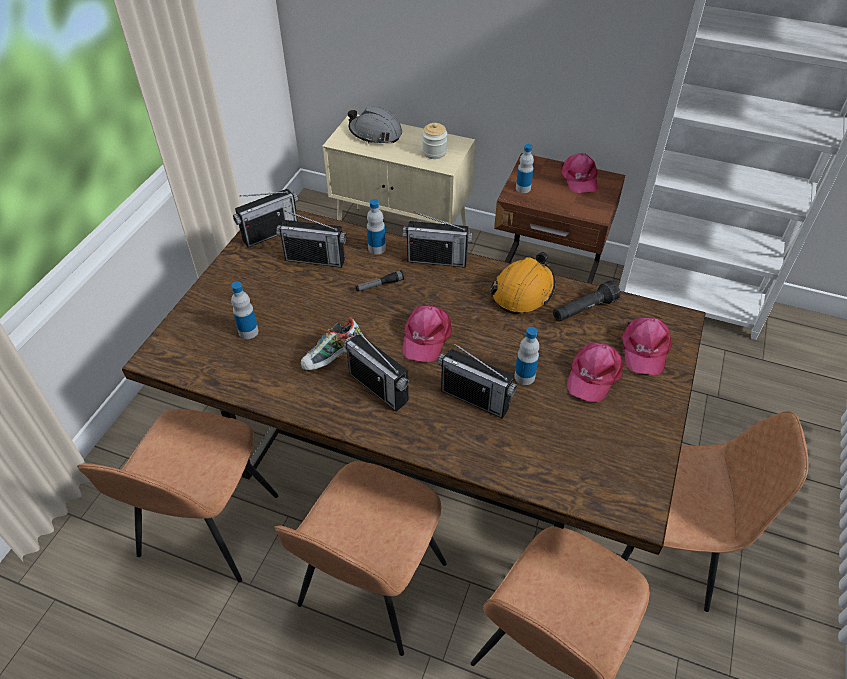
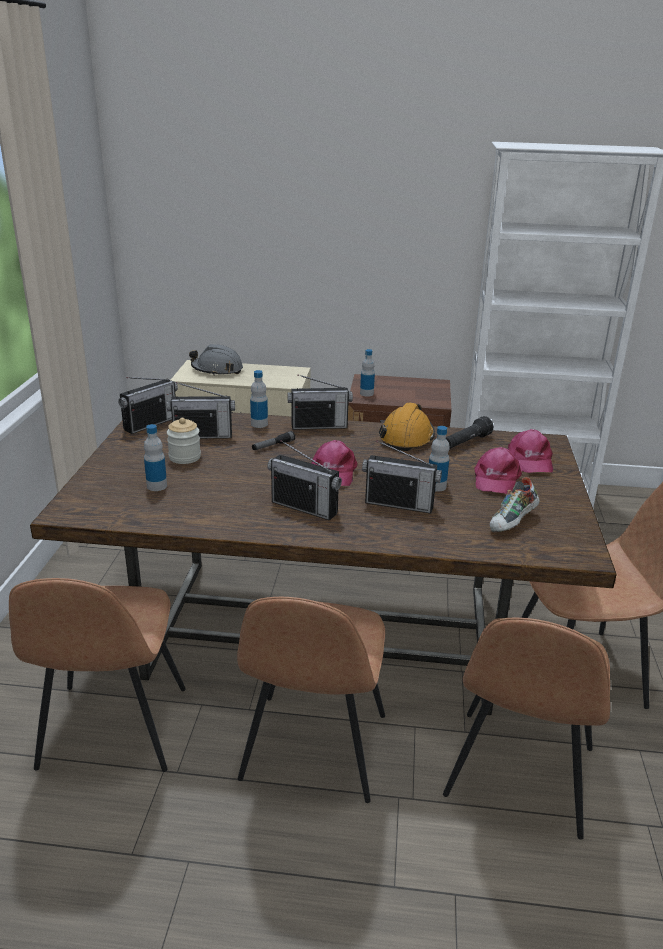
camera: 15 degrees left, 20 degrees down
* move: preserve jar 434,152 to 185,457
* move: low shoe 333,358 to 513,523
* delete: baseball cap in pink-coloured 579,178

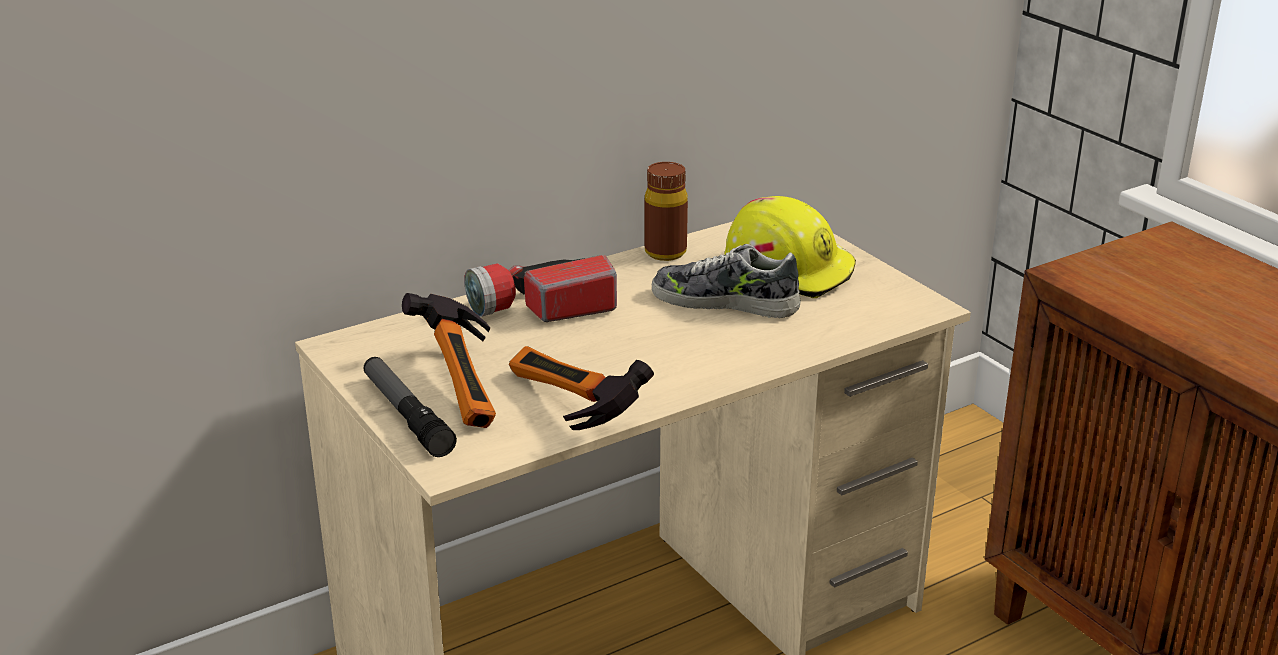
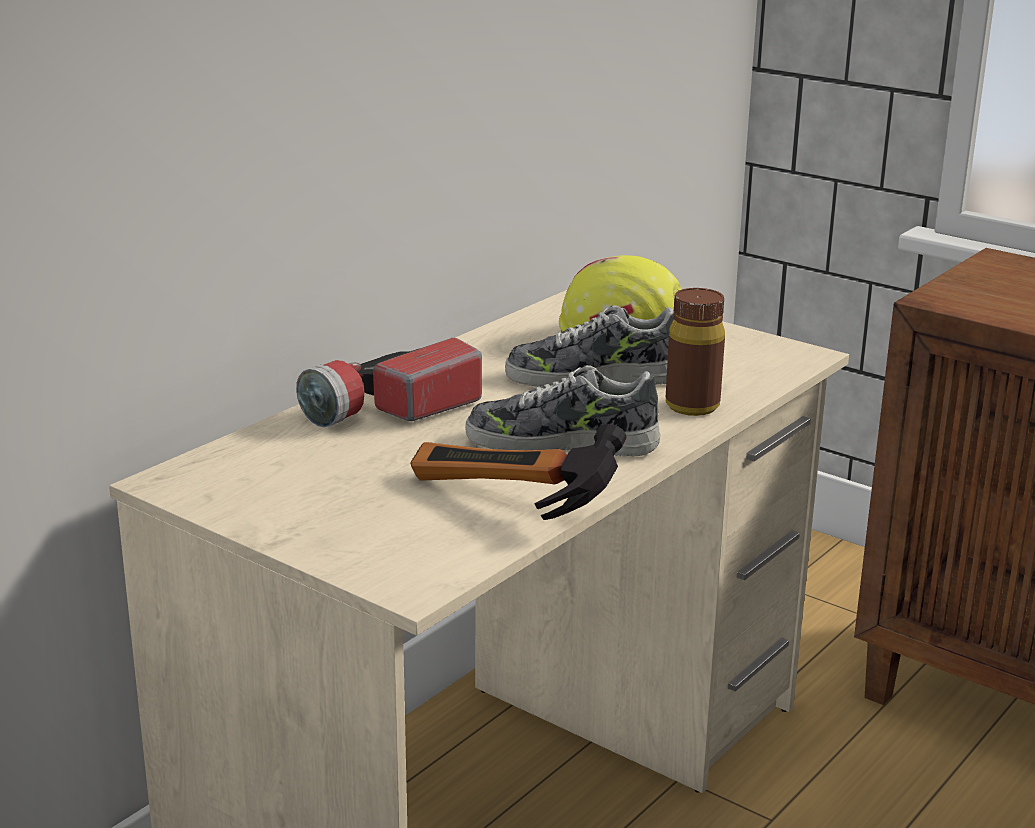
camera: 20 degrees left, 5 degrees down
* insert: low shoe 562,442
* move: drink bottle in brown-coloured 665,252 to 692,406
* delete: hand torch 407,415
* delete: hand hammer 469,384

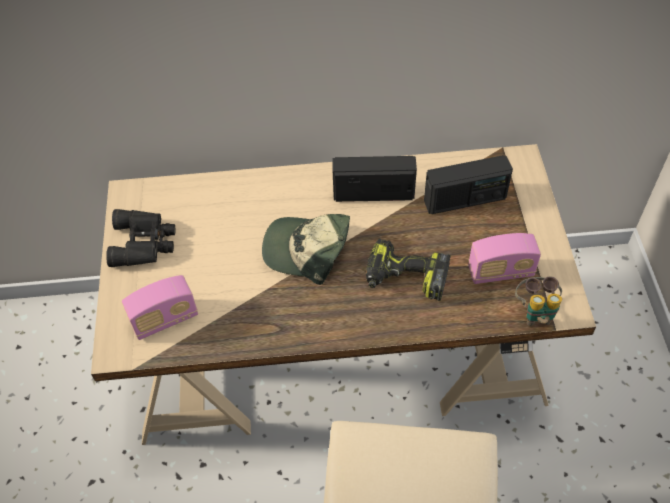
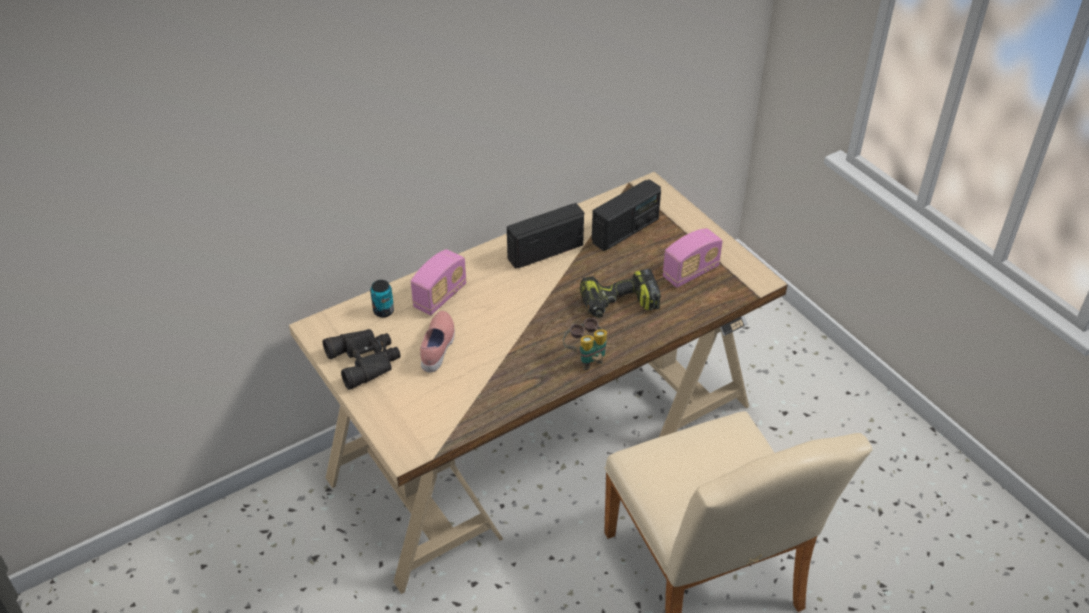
camera: 30 degrees left, 10 degrees down
* insert: metal can 383,311
* move: radio 165,319 to 440,297
* insert: low shoe in pink-coloured 438,348
* move: field glasses 535,312 to 586,358
* delete: baseball cap 307,250

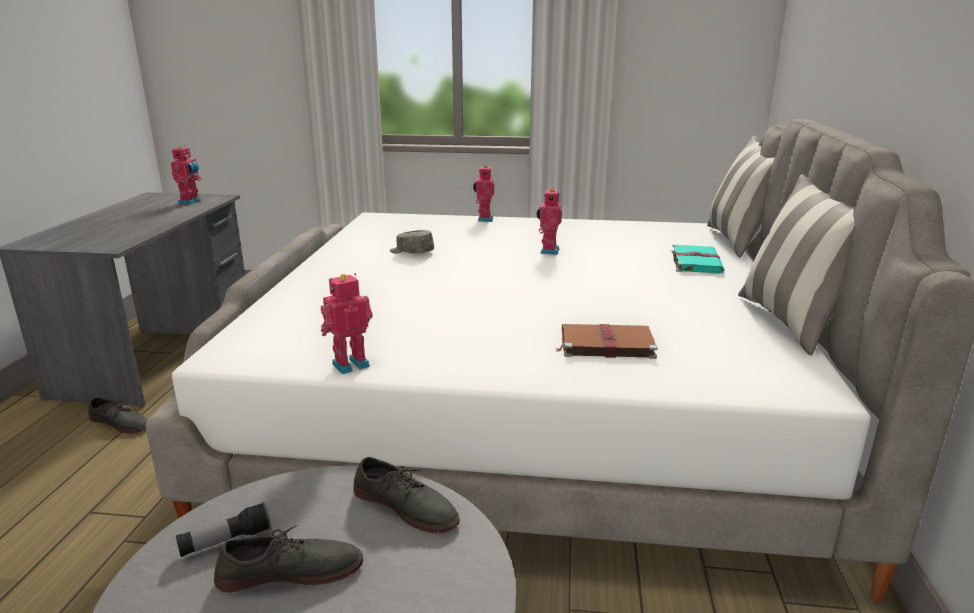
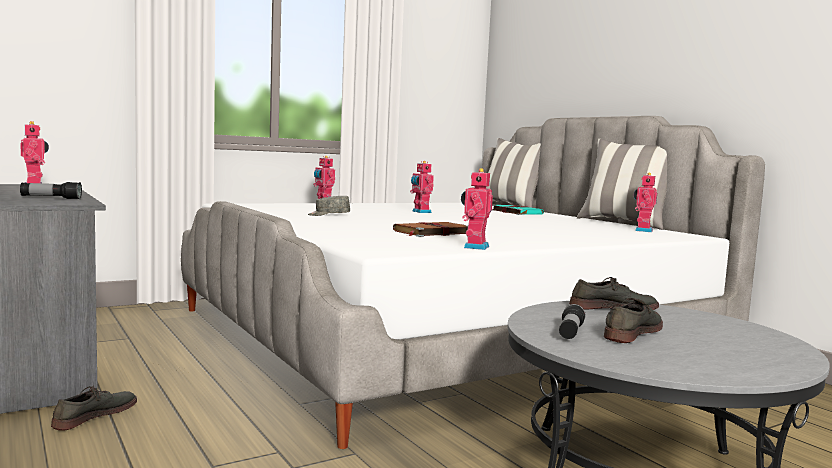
camera: 40 degrees left, 15 degrees down
* insert: hand torch 51,198
* rotate: low shoe in greyish 120,423 = 95,414 45 degrees counterclockwise
* move: bound book in brown-coloured 605,344 to 431,232
* insert: robot figure 642,230

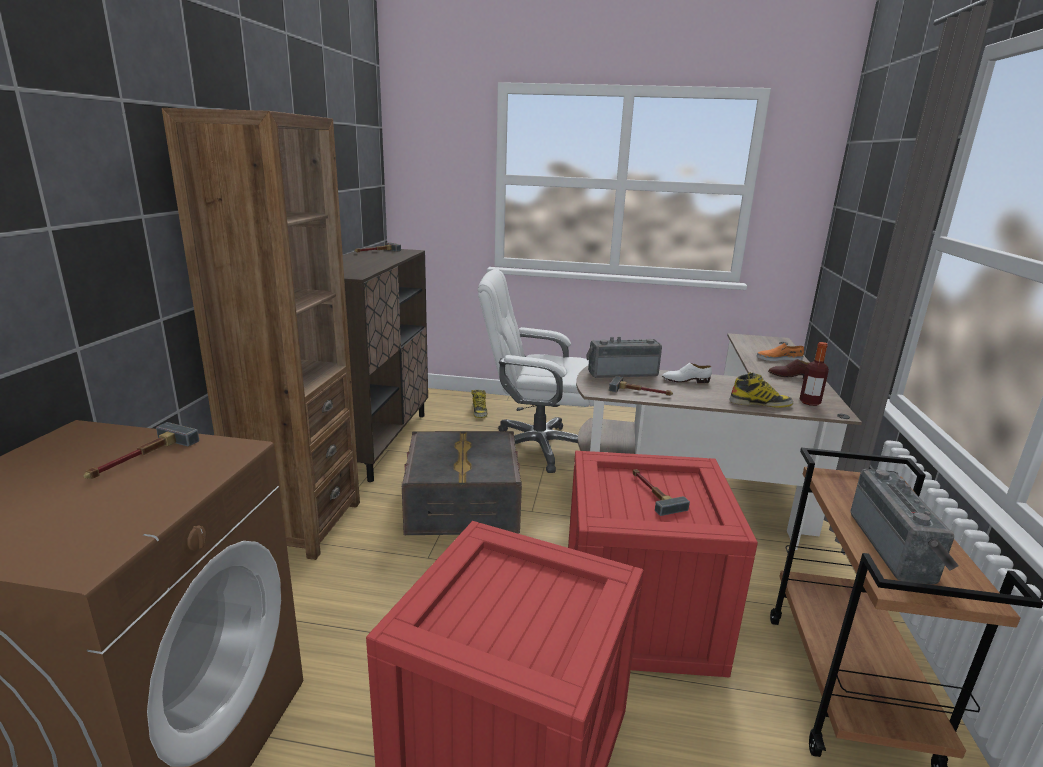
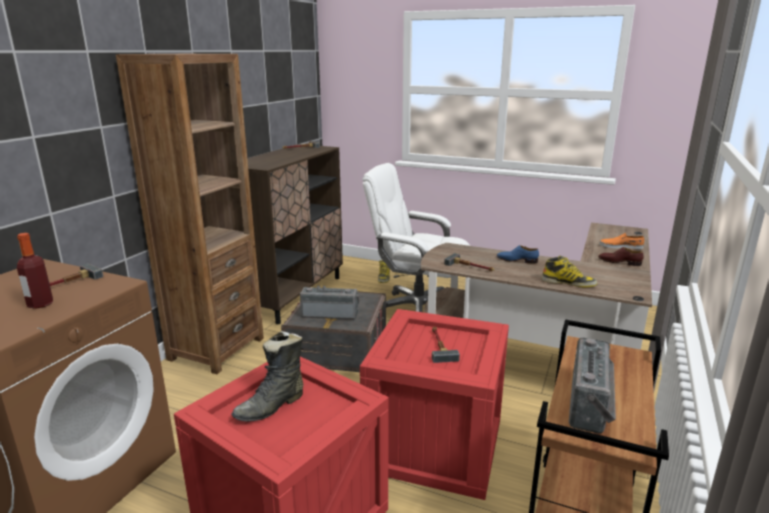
camera: 15 degrees right, 0 degrees up
* move: drink bottle 809,402 to 40,304
* insert: tall boot in blackish 272,406
* move: radio 622,373 to 330,314
* recolor: low shoe in whitish 685,381 to low shoe in blue-coloured 517,260

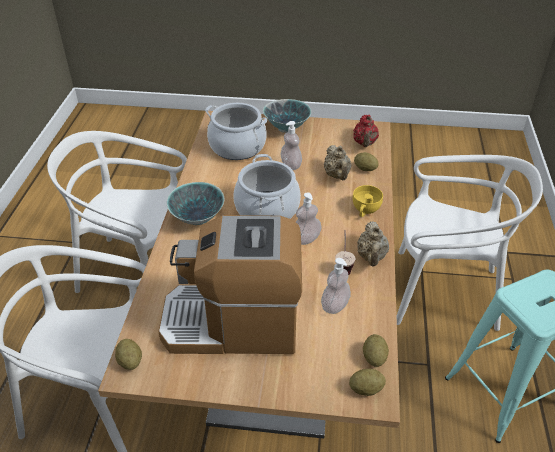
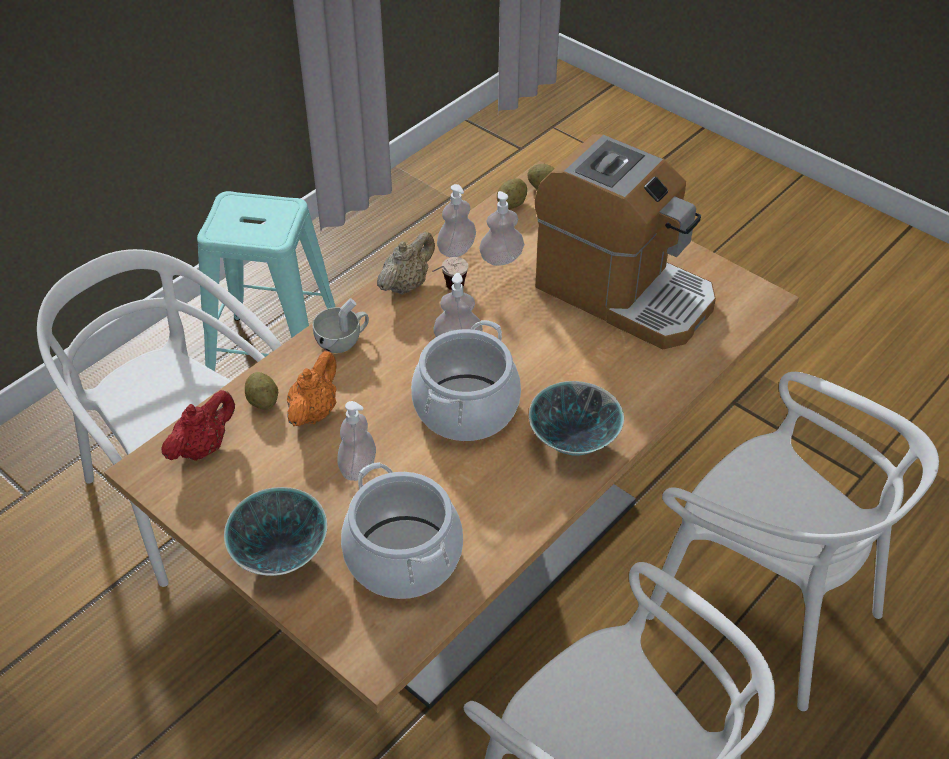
camera: 145 degrees left, 5 degrees up
* recolor: pot for tea in sand-coloured 337,175 to pot for tea in orangey 314,411
* recolor: small cup in yellow-coloured 365,210 to small cup in whitish 343,341
* insert: soap dispenser 456,250
* delete: whole potato 130,361

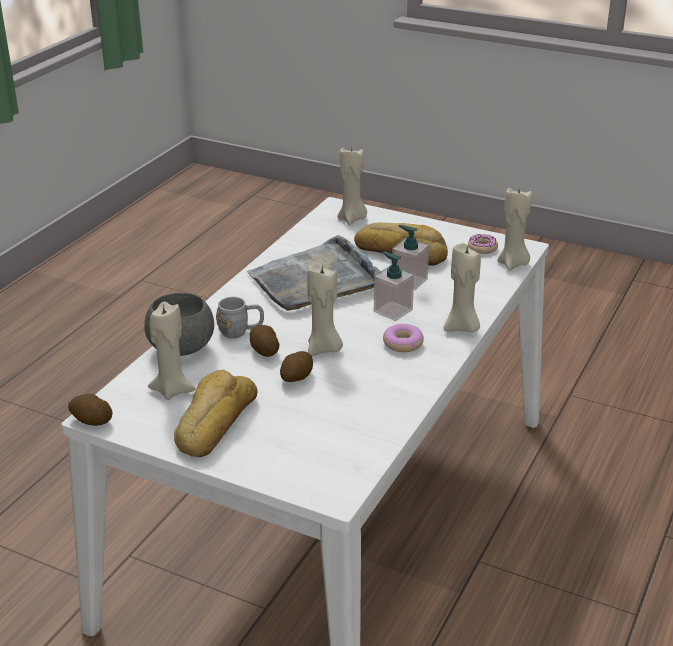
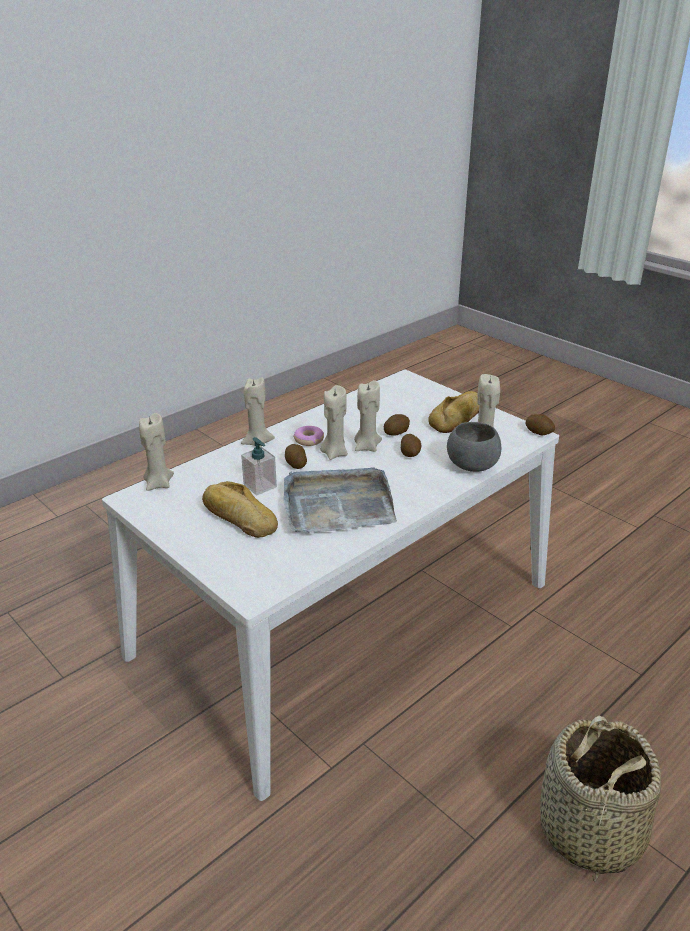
camera: 160 degrees left, 0 degrees up
* replace: soap dispenser 392,311 to whole potato 295,464
* move: candle in sand-coloured 352,219 to 334,453
* insert: storage basket 589,831
* delete: coffee mug in greyish 240,331
* delete: donut 482,248

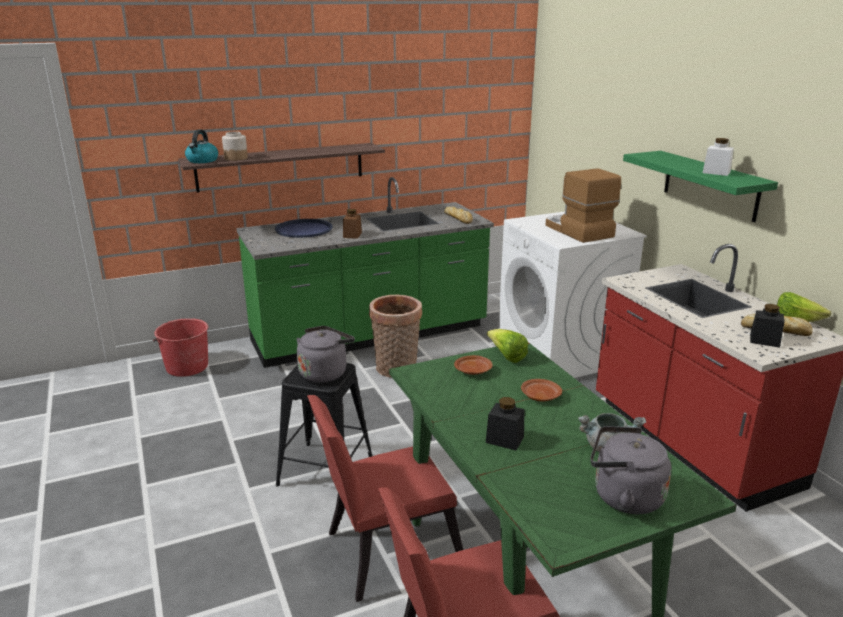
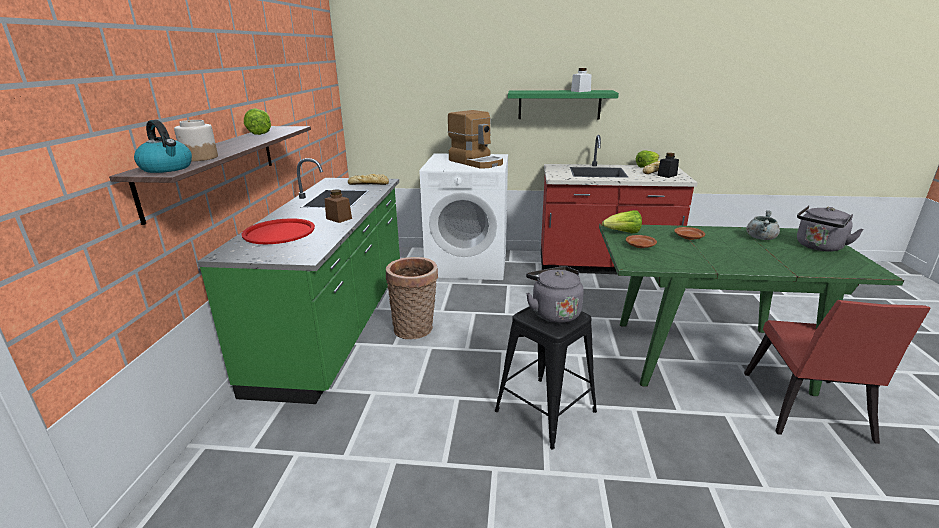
camera: 60 degrees left, 0 degrees up
* recolor: tray in blue-coloured 304,229 to tray in red-coloured 279,232
* insert: lettuce head 261,133
* rotate: coffee brewer 577,231 = 476,162 135 degrees counterclockwise
* delete: water bucket in red-coloured 186,367
* delete: chair in red-coloured 385,552
* delete: preserve jar in blackish 504,439

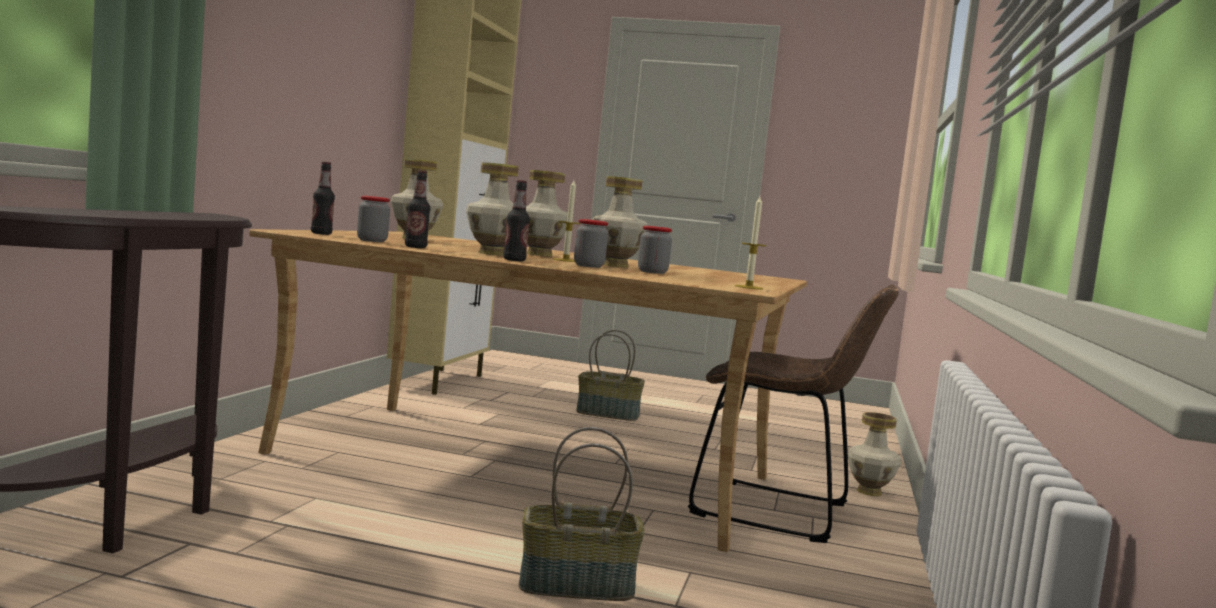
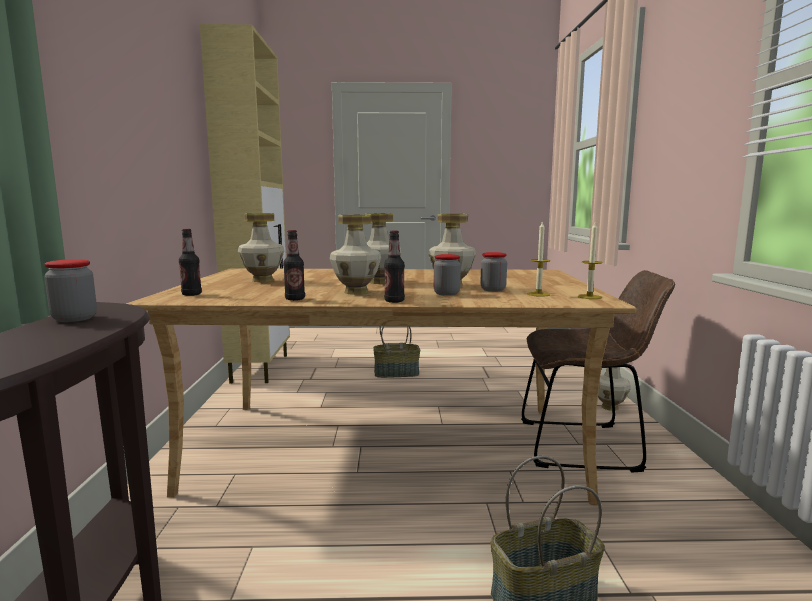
camera: 15 degrees left, 5 degrees up
* move: preserve jar 372,241 to 74,318
* move: candle 565,260 to 538,294

